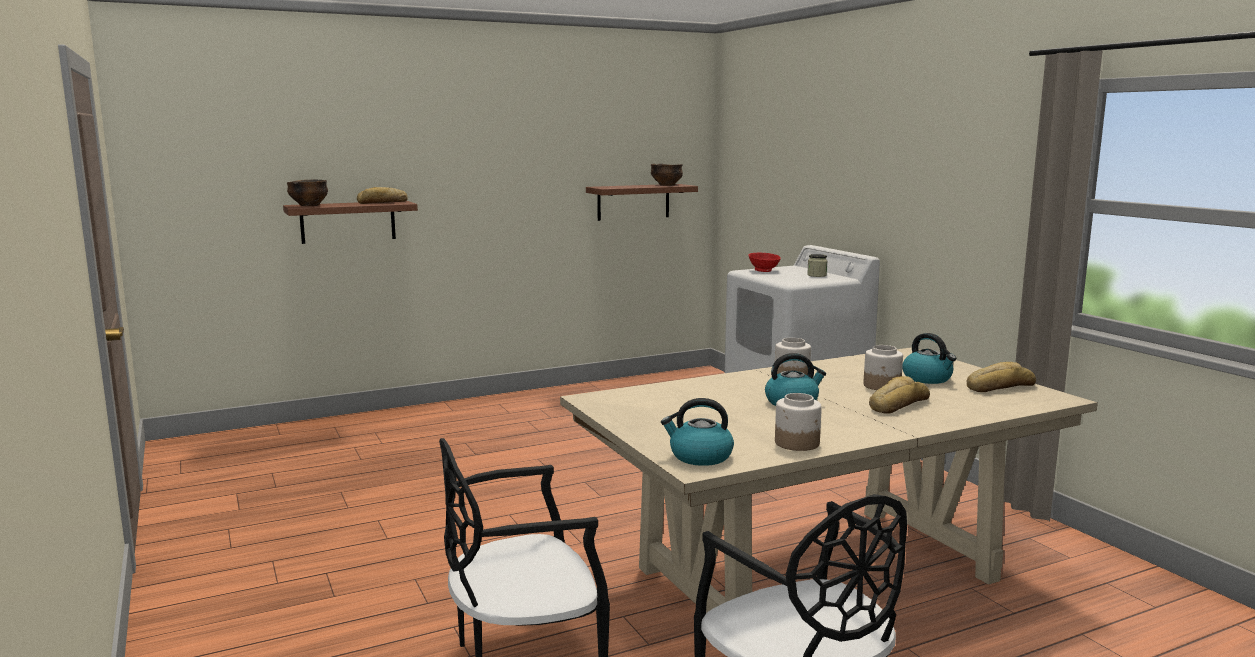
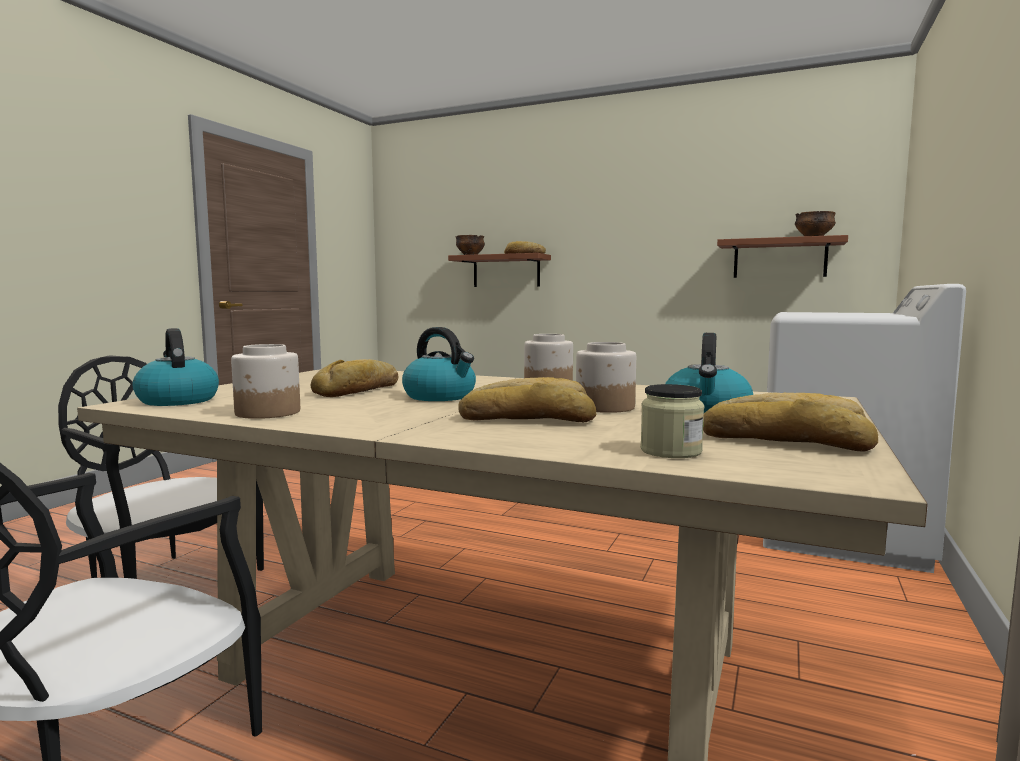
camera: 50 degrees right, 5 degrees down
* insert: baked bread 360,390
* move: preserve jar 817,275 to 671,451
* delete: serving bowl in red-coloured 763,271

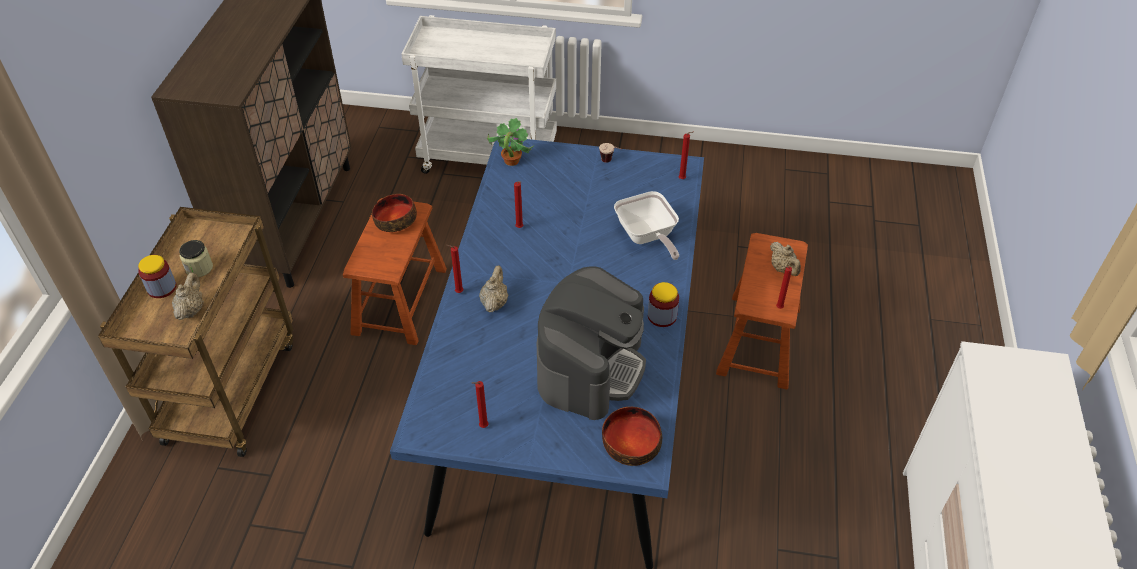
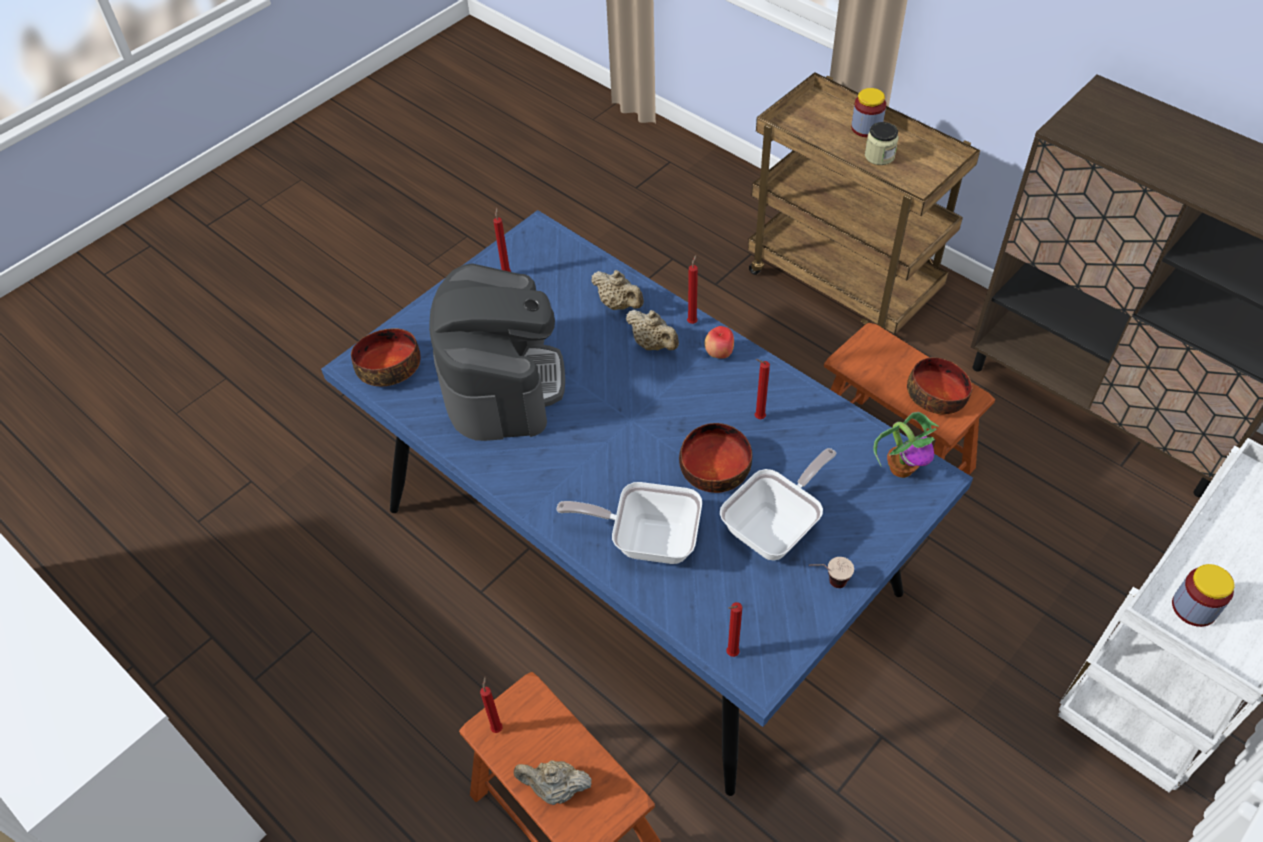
camera: 125 degrees right, 5 degrees up
* rotate: coffee brewer 590,366 = 502,382 150 degrees counterclockwise
* move: pot for tea in sand-coloured 191,310 to 618,304
* insert: serving bowl 714,468
* insert: apple fruit 719,354
* insert: pan 776,527
* move: preserve jar 662,316 to 1194,607

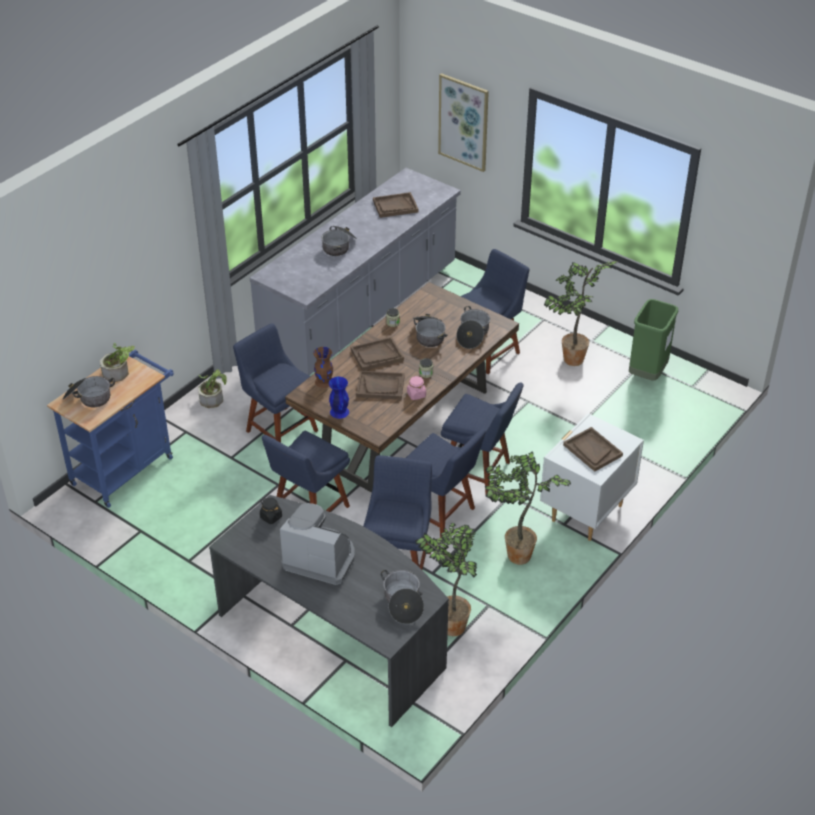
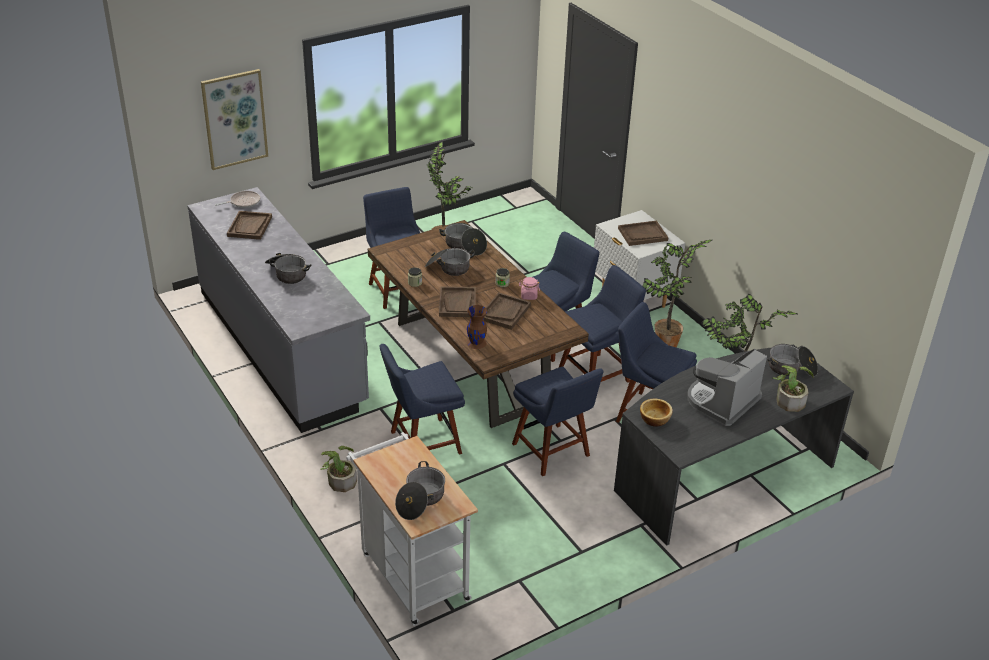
camera: 70 degrees left, 5 degrees down
* insert: pan 243,202
* recolor: trolley in blue-coloured 126,467 to trolley in whitish 411,572
* replace: preserve jar in blackish 271,517 to serving bowl 654,419
* move: houseplant 119,372 to 789,399
* delete: decorative vase in blue-coloured 339,412
* delete: trash can in green 647,373

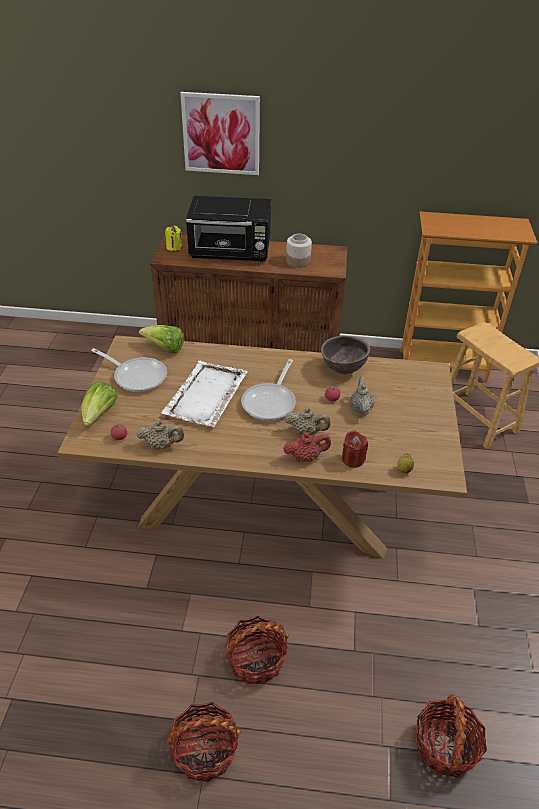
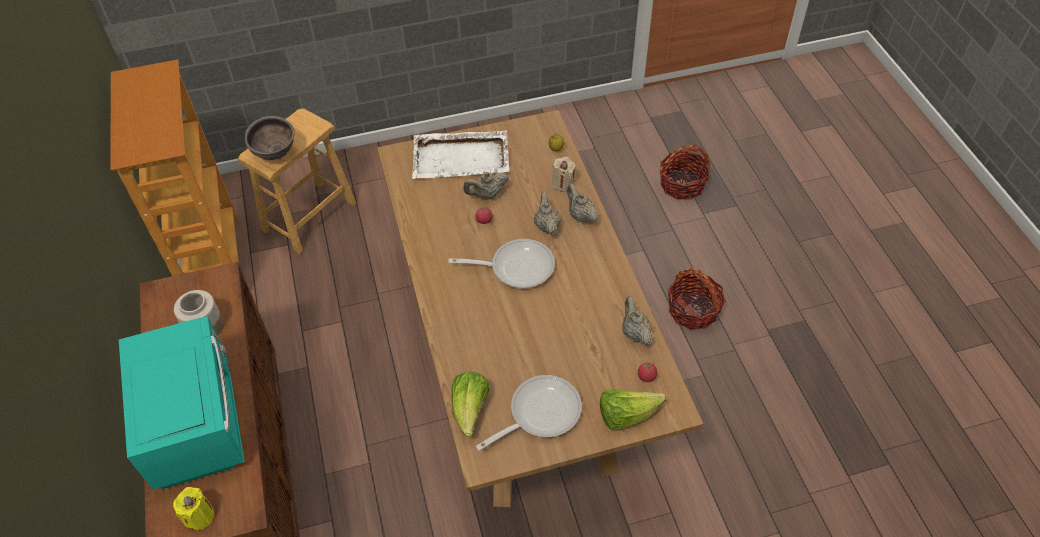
camera: 110 degrees left, 10 degrees up
* recolor: microwave oven in blackish 231,252 to microwave oven in blue-green 197,422
* move: serving bowl in brown-coloured 343,370 to 275,154
* move: tray in whitish 205,396 to 462,157
* rotate: pan 137,376 = 539,413 45 degrees clockwise
* recolor: candle in red-coloured 353,459 to candle in sand-coloured 563,183
* recolor: pot for tea in red-coloured 306,457 to pot for tea in sand-coloured 580,216
* delete: storage basket 204,750
* delete: wall art 221,134

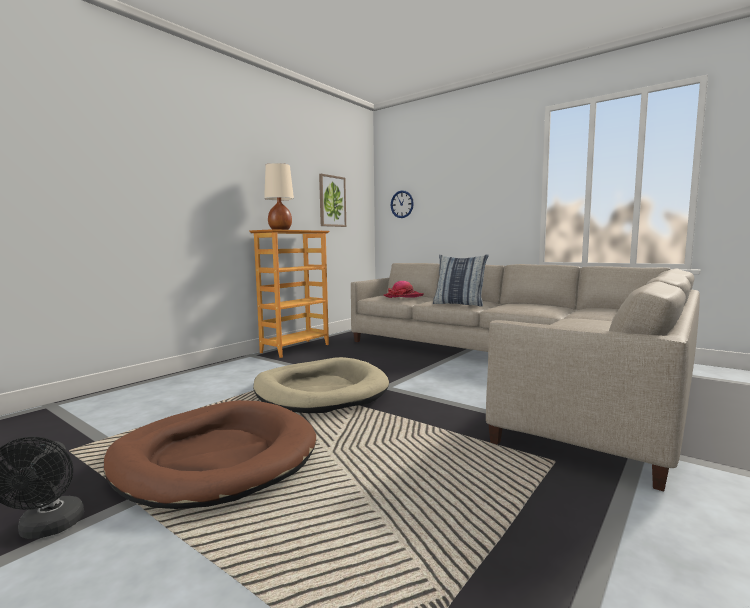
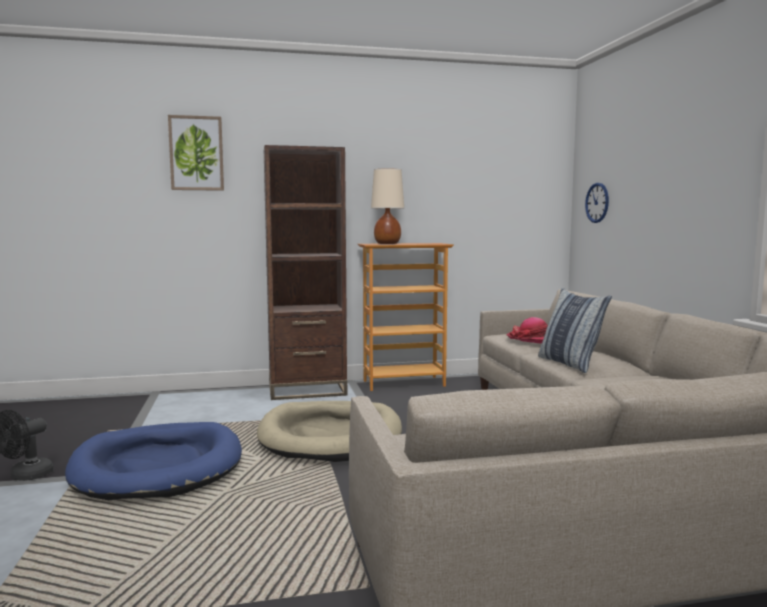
camera: 40 degrees right, 0 degrees up
* recolor: pet bed in brown-coloured 215,458 to pet bed in blue-coloured 158,466
* move: wall art 332,201 to 196,153
* insert: bookcase in brown-coloured 307,390

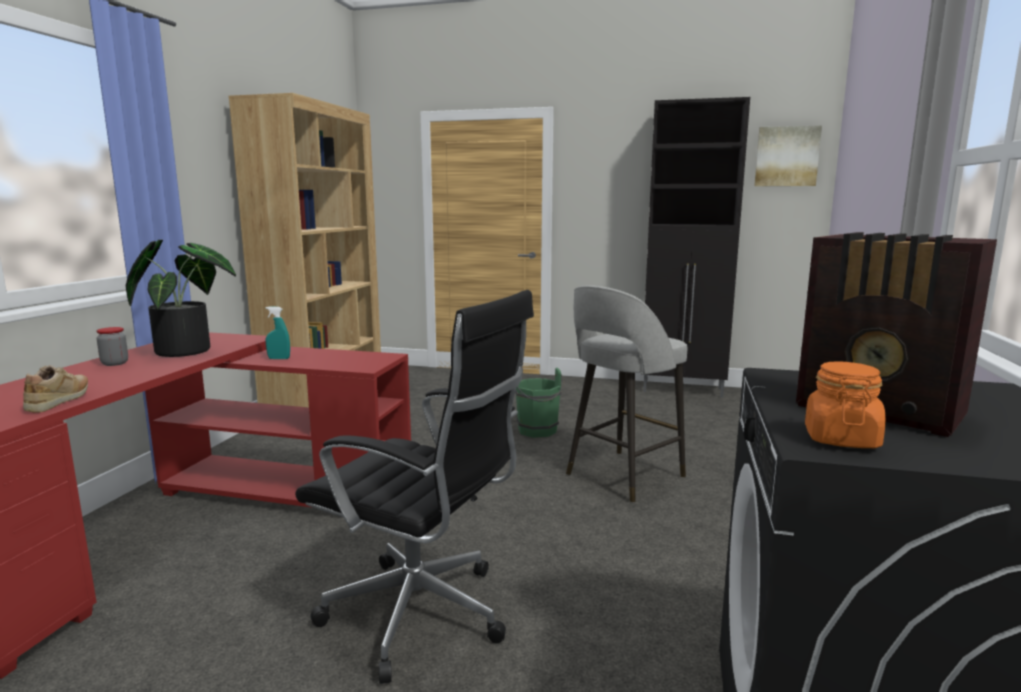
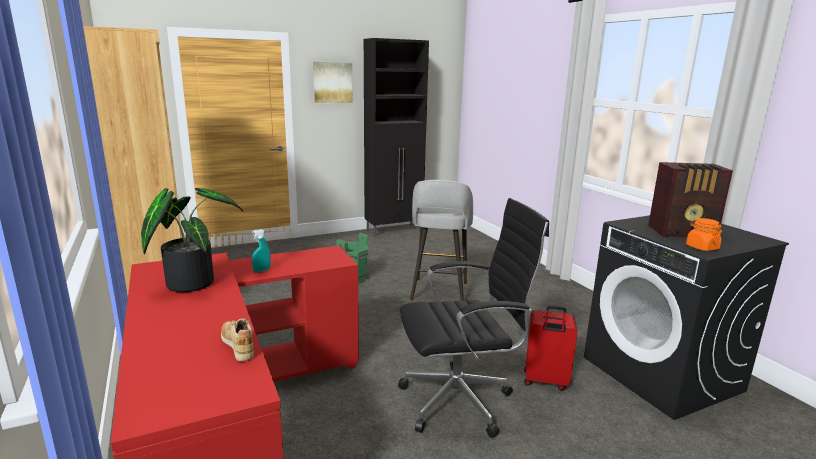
camera: 40 degrees left, 5 degrees up
* move: wall art 786,156 to 332,82
* insert: suitcase in red-coloured 545,381
* delete: preserve jar 115,363

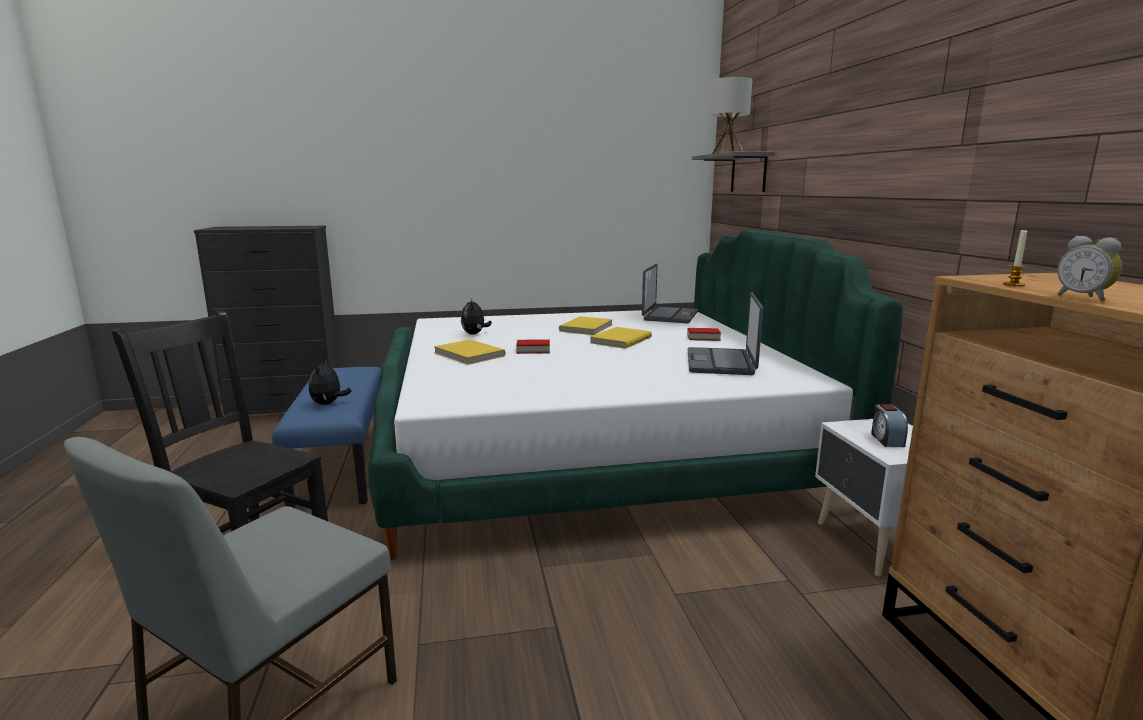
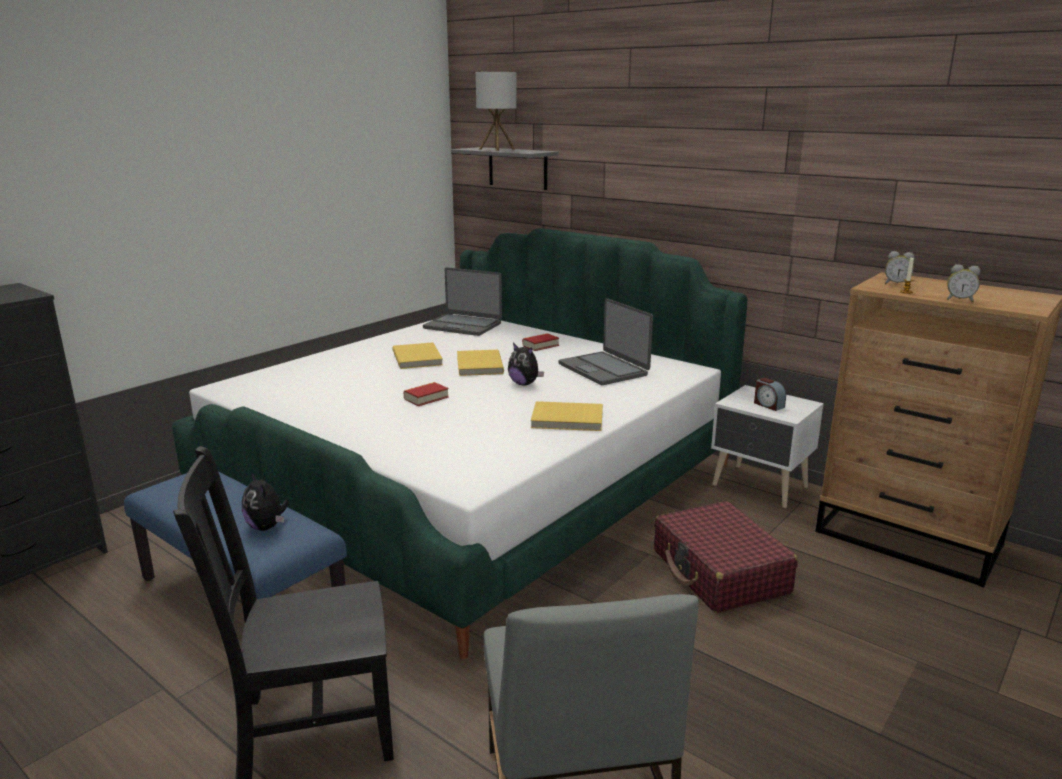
camera: 40 degrees left, 5 degrees up
* rotate: portable computer 669,316 = 463,326 135 degrees clockwise
* move: soft toy 475,334 to 524,384
* move: bound book in yellow-coloured 468,355 to 567,420
* insert: suitcase in red-coloured 720,572
* insert: bedside clock 896,284

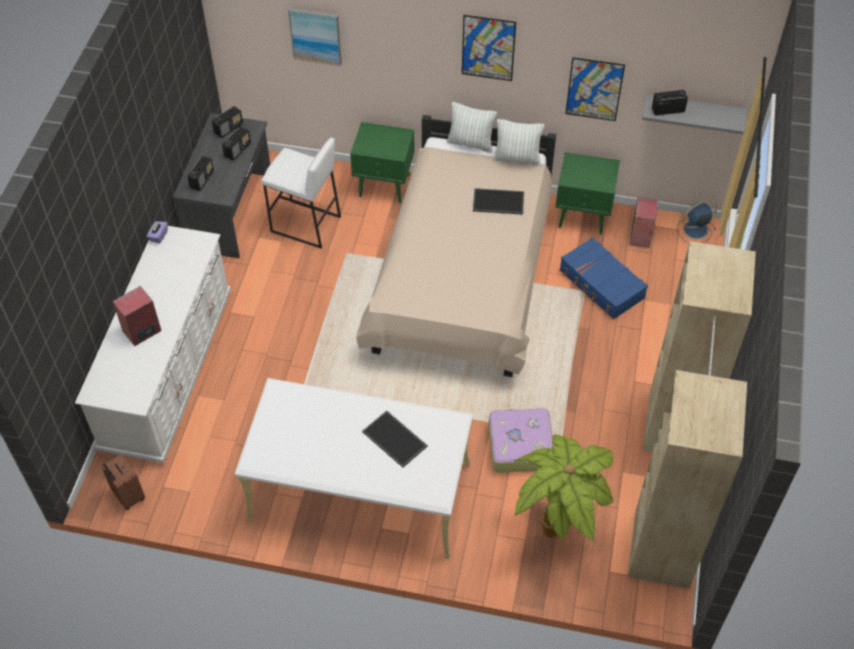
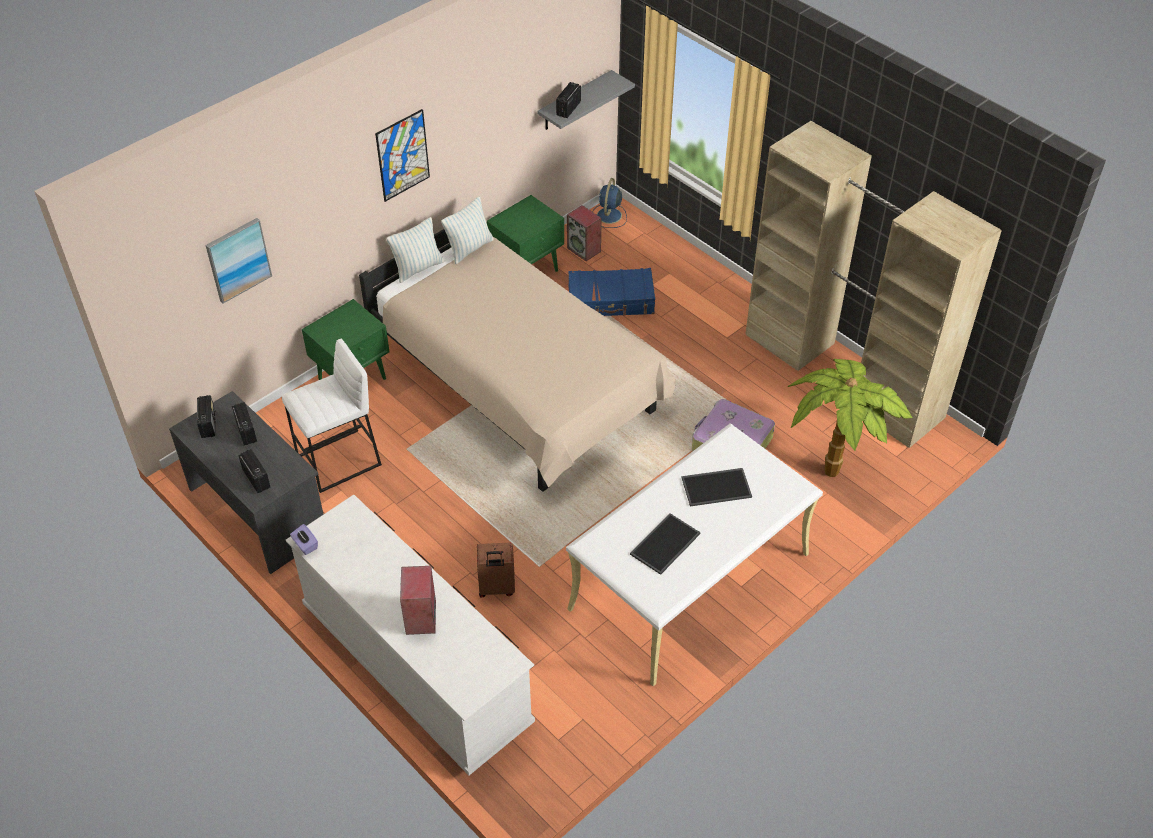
camera: 55 degrees left, 5 degrees down
* move: suitcase in brown-coloured 127,496 to 496,588
* move: tray 497,202 to 665,545
* delete: wall art 594,89

